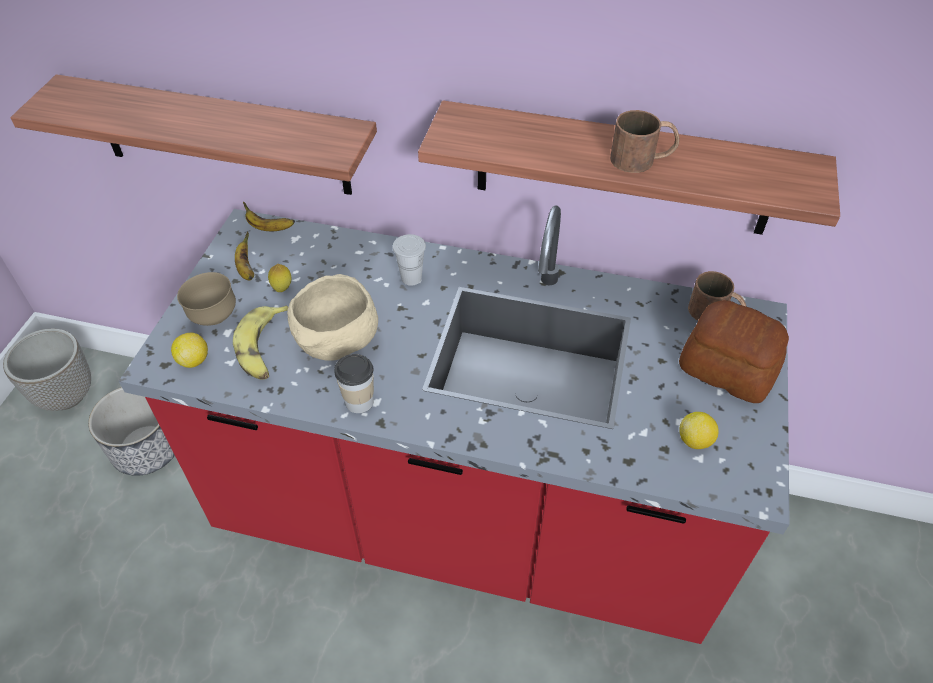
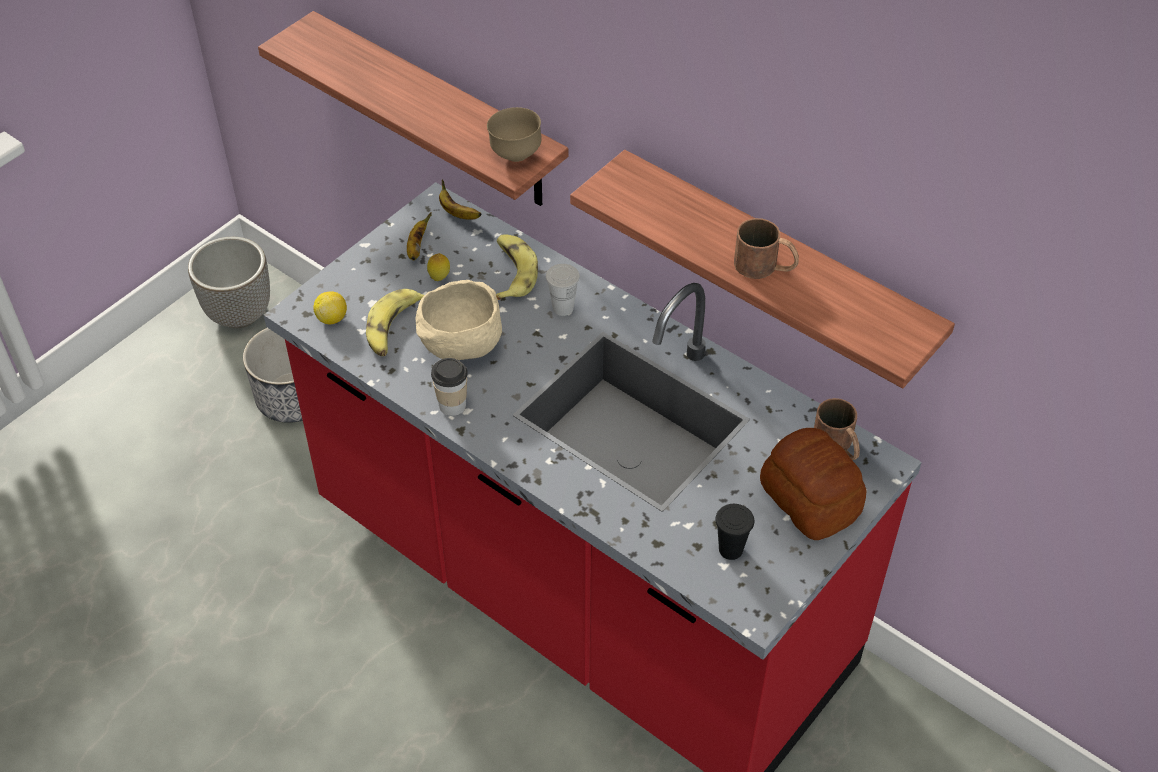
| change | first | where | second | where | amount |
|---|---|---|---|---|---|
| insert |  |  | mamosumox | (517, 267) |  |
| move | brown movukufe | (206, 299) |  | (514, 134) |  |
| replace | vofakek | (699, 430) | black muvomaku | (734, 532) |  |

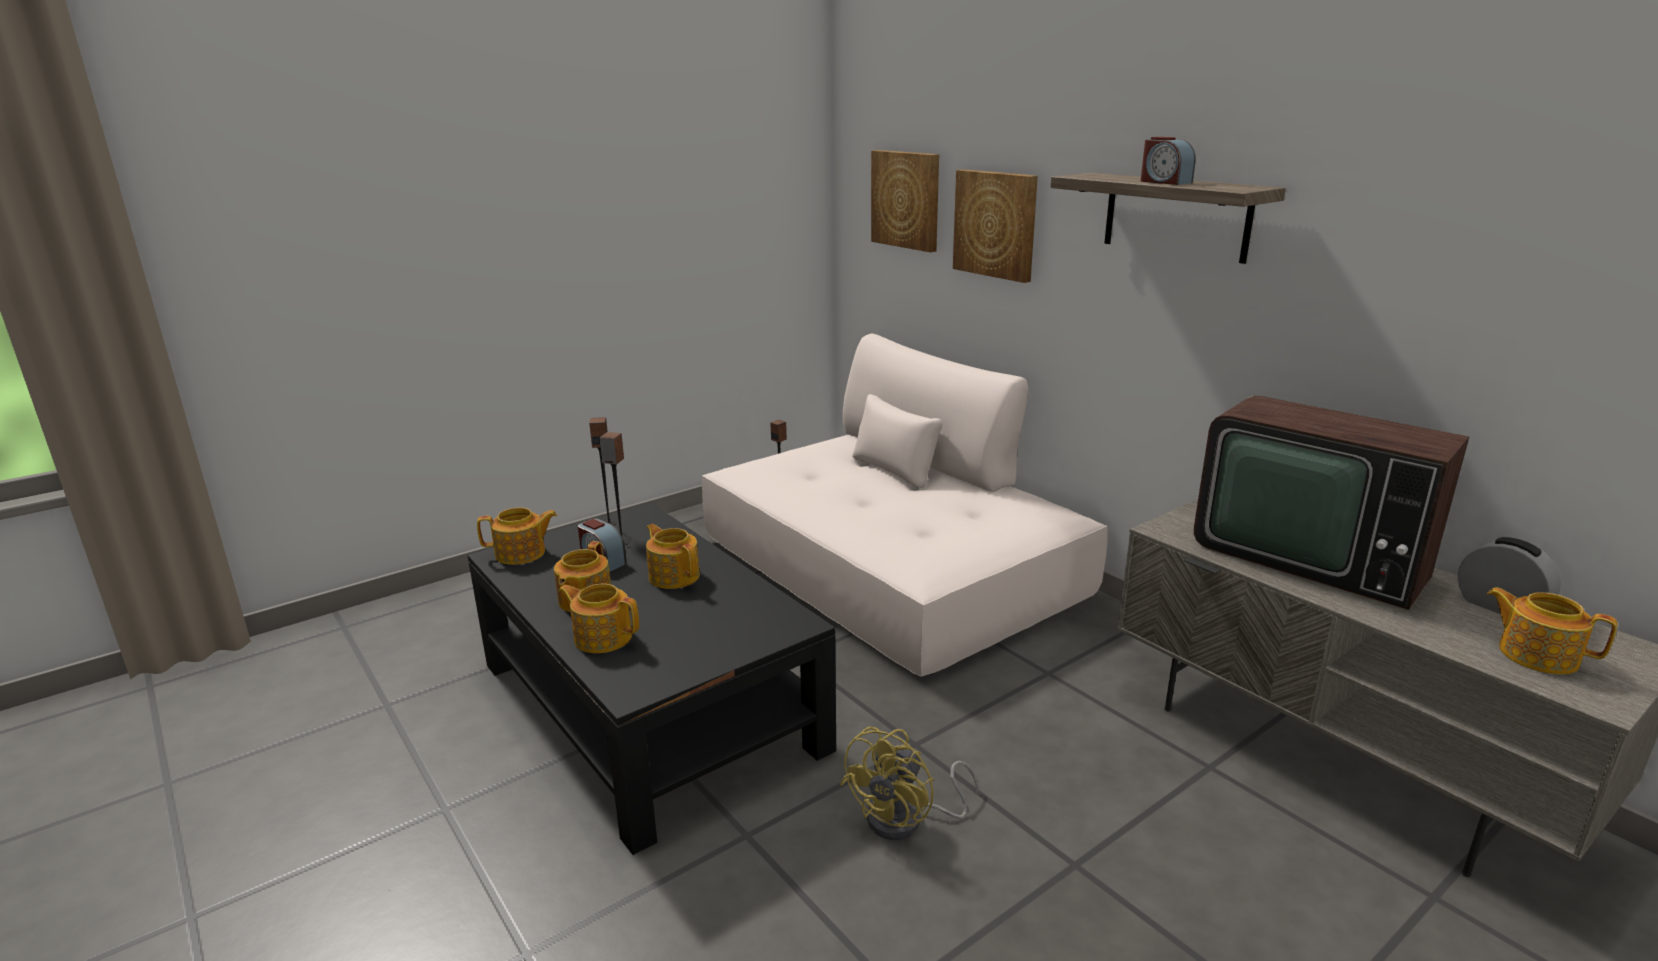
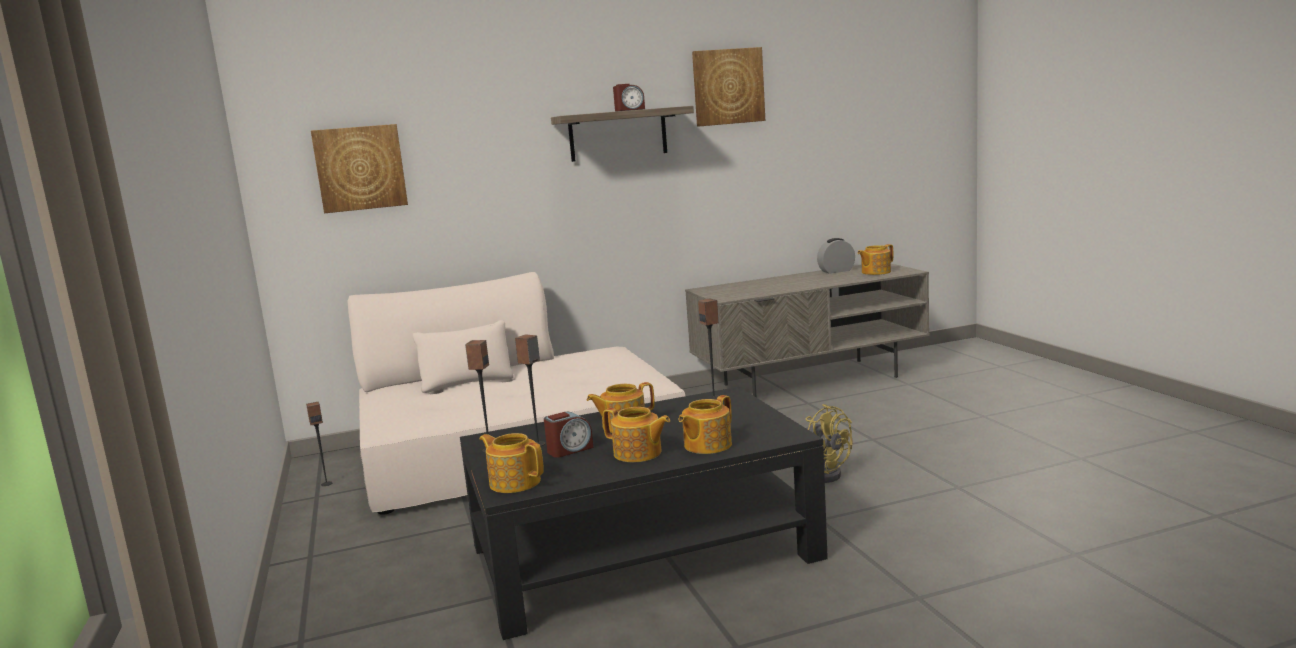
| change | first | where | second | where | amount |
|---|---|---|---|---|---|
| delete | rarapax | (1331, 503) |  |  |  |
| insert |  |  | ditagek | (708, 349) |  |
| move | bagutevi | (995, 226) |  | (728, 87) |  |
| rotate | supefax | (517, 536) |  | (511, 463) | 60 degrees counterclockwise |

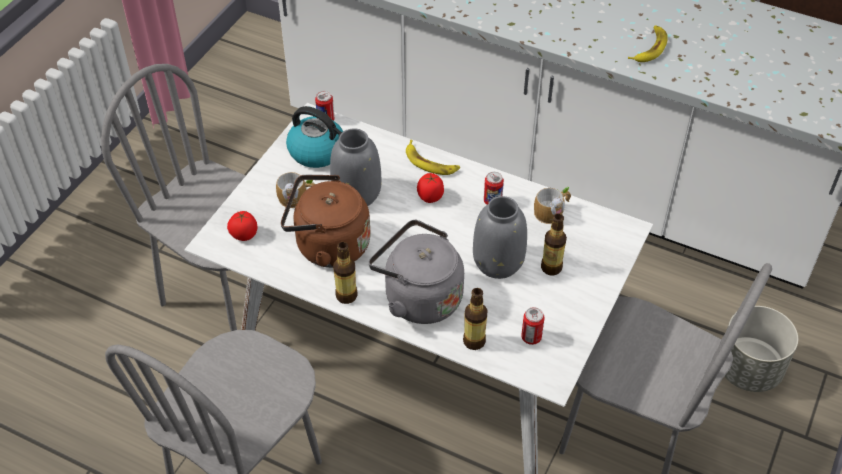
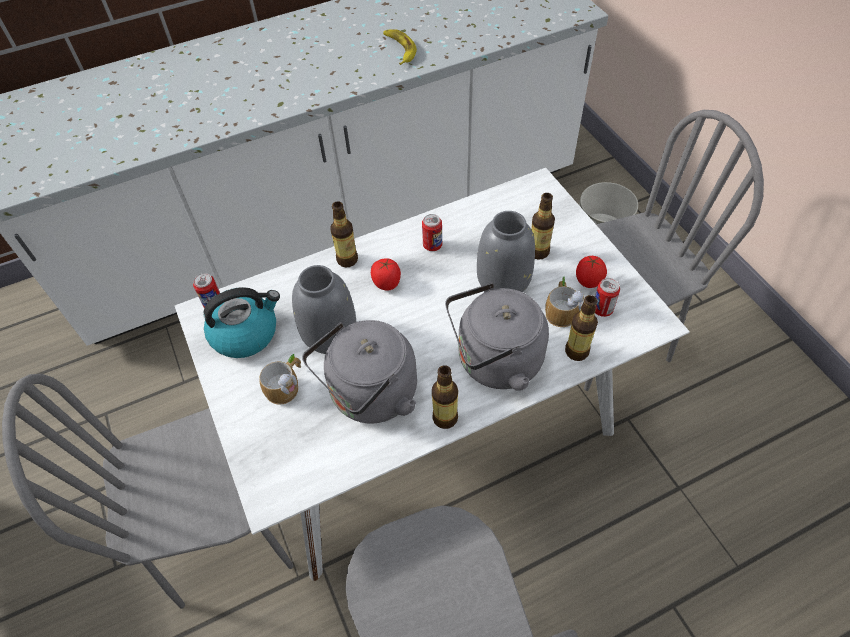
| change | first | where | second | where | amount |
|---|---|---|---|---|---|
| move | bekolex | (242, 226) |  | (591, 272) |  |
| move | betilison | (552, 205) |  | (564, 302) |  |
| replace | mamosumox | (433, 157) | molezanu | (344, 234) |  |
| recolor | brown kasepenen | (326, 221) | grey kasepenen | (359, 372) |  |

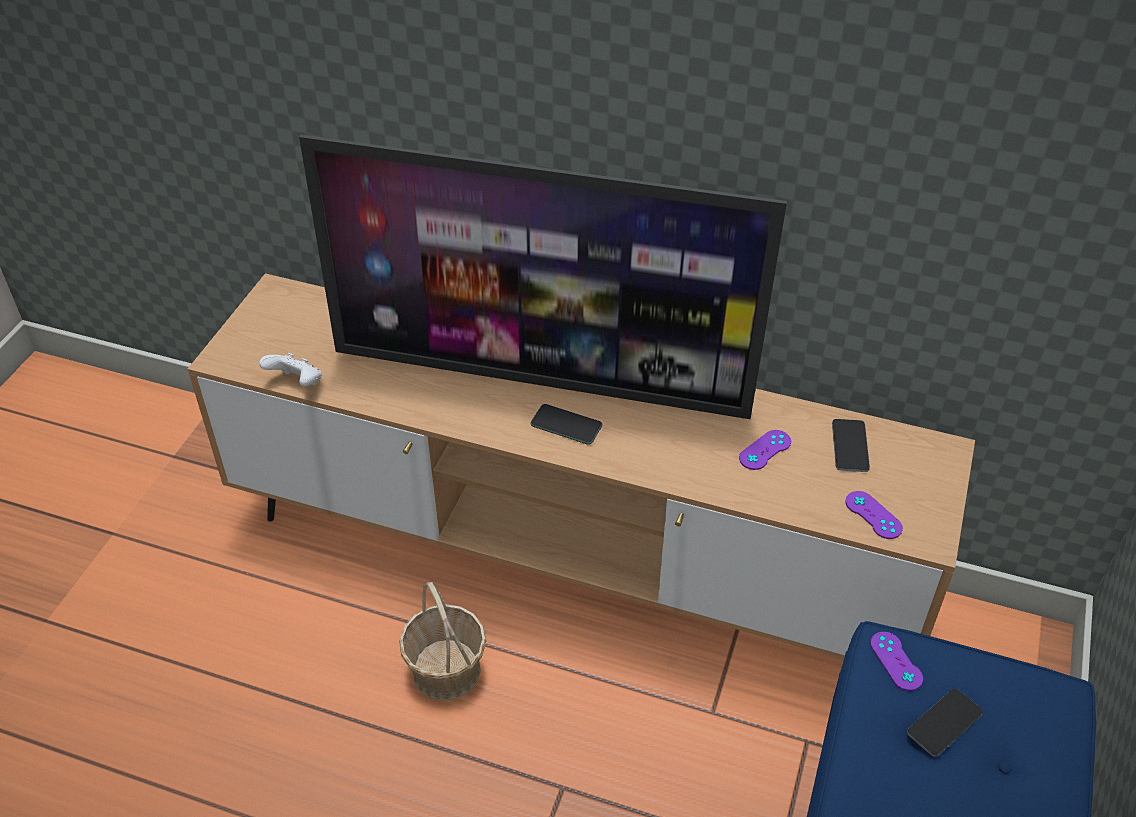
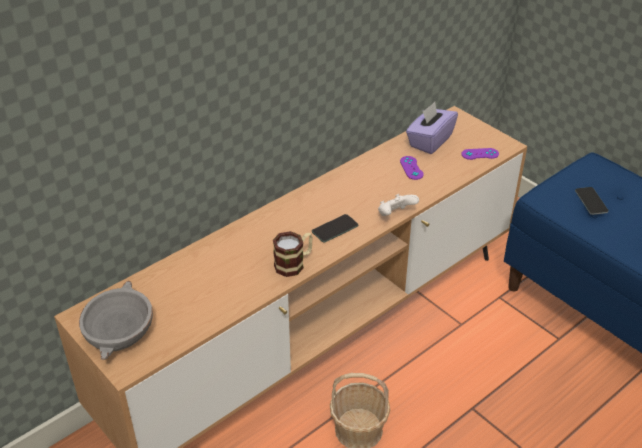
| change | first | where | second | where | amount |
|---|---|---|---|---|---|
| delete | rarapax | (543, 277) |  |  |  |
| delete | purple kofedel | (896, 661) |  |  |  |
| insert |  |  | grey movukufe | (116, 320) |  |
| insert |  |  | betilison | (293, 254) |  |
| move | white kofedel | (290, 369) |  | (398, 205) |  |
| replace | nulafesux | (851, 445) | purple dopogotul | (432, 128) |  |

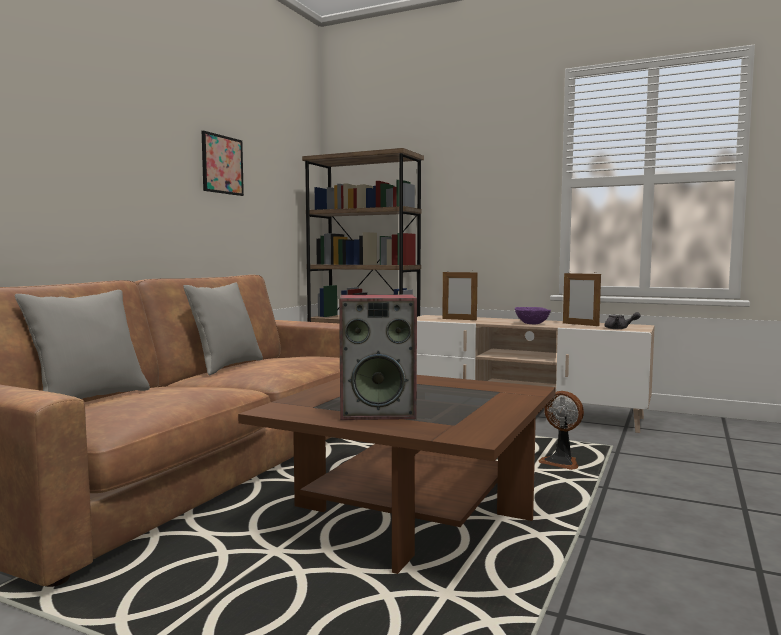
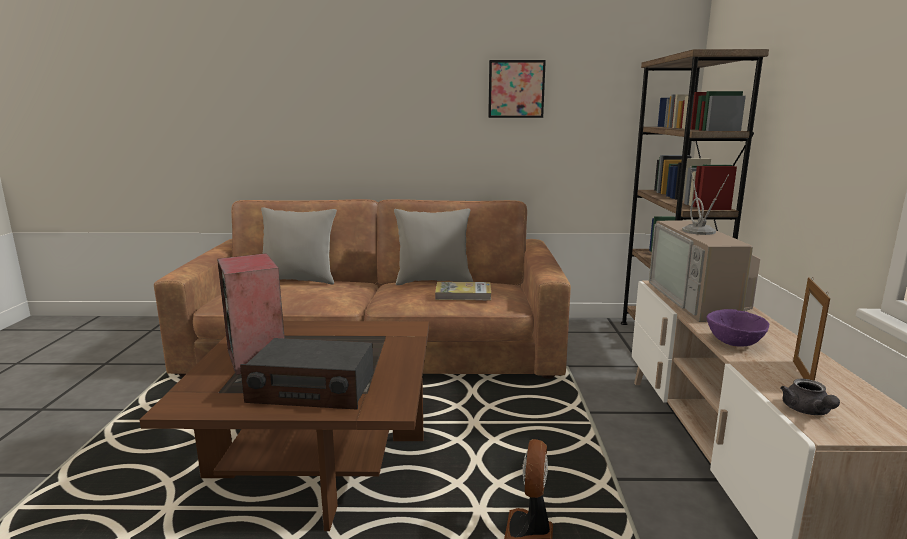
| change | first | where | second | where | amount |
|---|---|---|---|---|---|
| insert |  |  | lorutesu | (307, 374) |  |
| insert |  |  | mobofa | (463, 291) |  |
| replace | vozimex | (460, 295) | rarapax | (704, 244) |  |

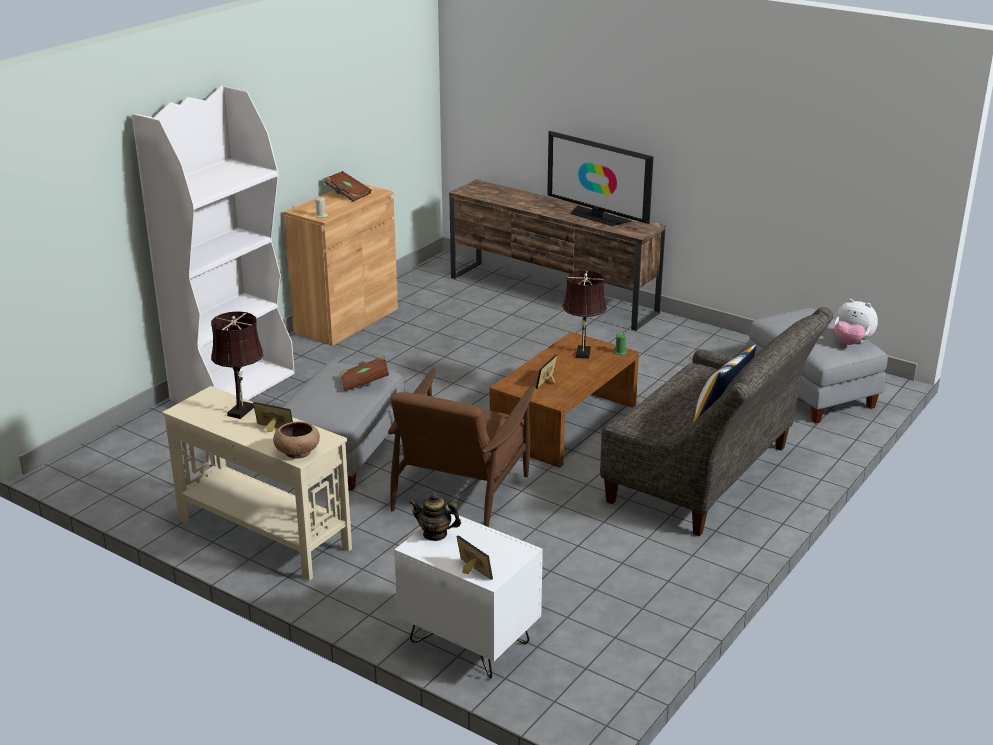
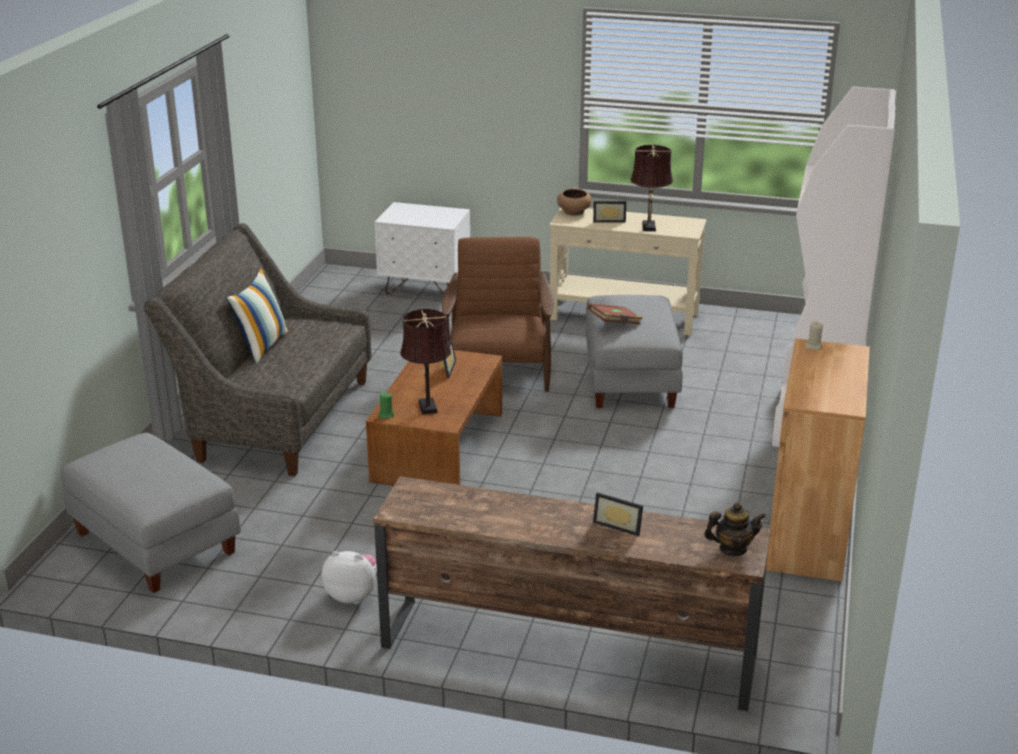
| change | first | where | second | where | amount |
|---|---|---|---|---|---|
| delete | brown mobofa | (348, 186) |  |  |  |
| delete | rarapax | (600, 178) |  |  |  |
| move | supefax | (435, 517) |  | (735, 529) |  |
| move | vozimex | (474, 557) |  | (618, 514) |  |
| move | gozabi | (856, 322) |  | (349, 577) |  |

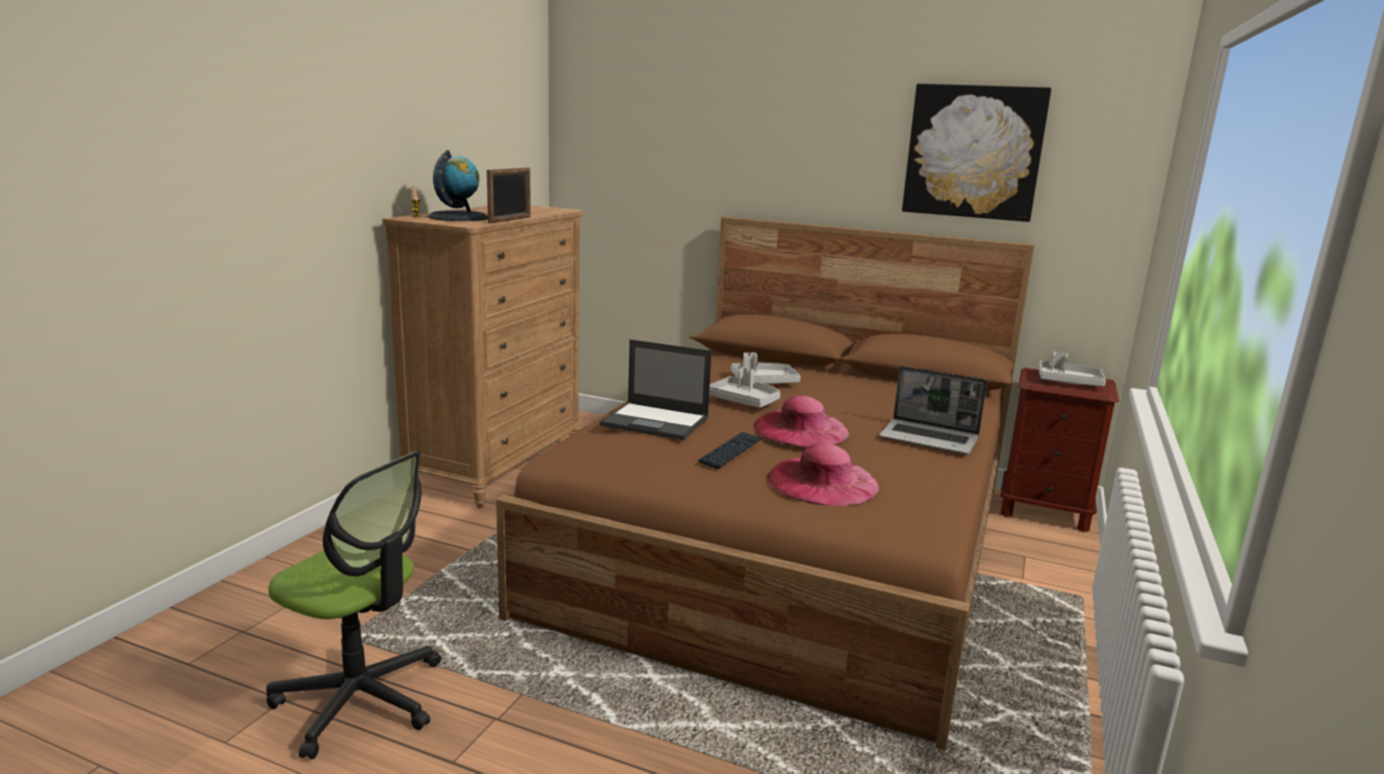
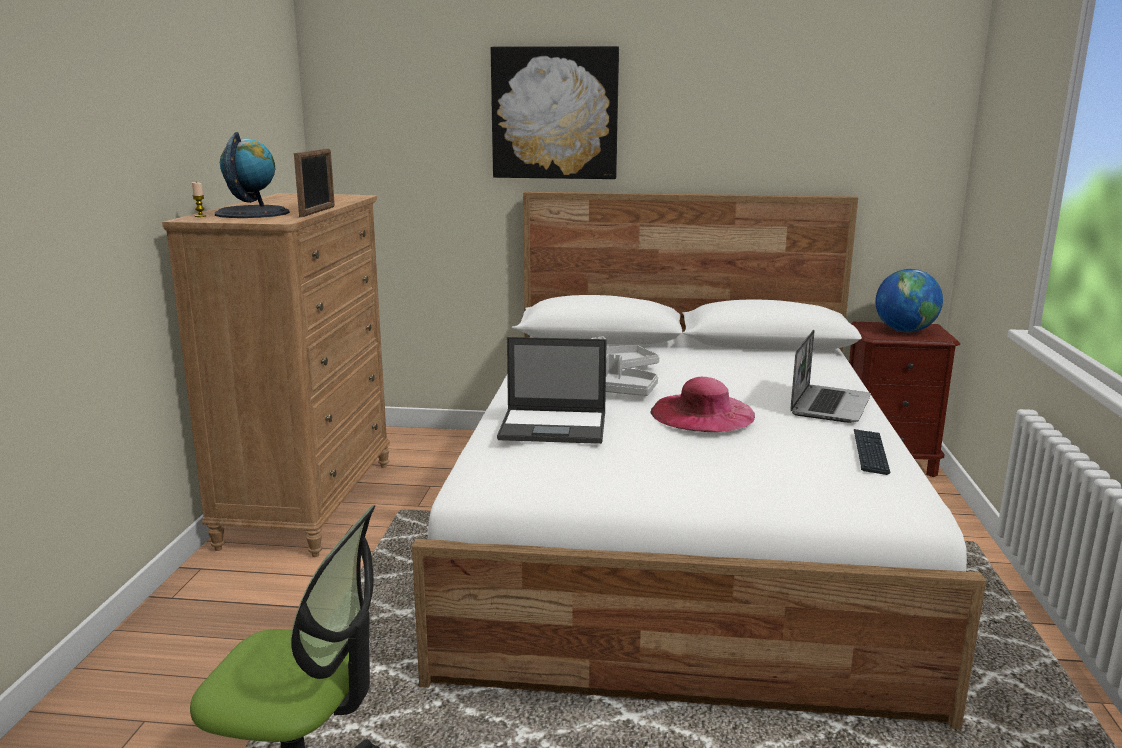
| change | first | where | second | where | amount |
|---|---|---|---|---|---|
| delete | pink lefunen | (823, 474) |  |  |  |
| move | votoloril | (730, 450) |  | (872, 452) |  |
| move | bagutevi | (976, 153) |  | (555, 112) |  |
| replace | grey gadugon | (1072, 369) | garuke | (909, 300) |  |
| recolor | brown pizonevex | (765, 484) | white pizonevex | (699, 460) |  |
| rotate | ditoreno | (933, 410) |  | (831, 376) | 75 degrees counterclockwise |

